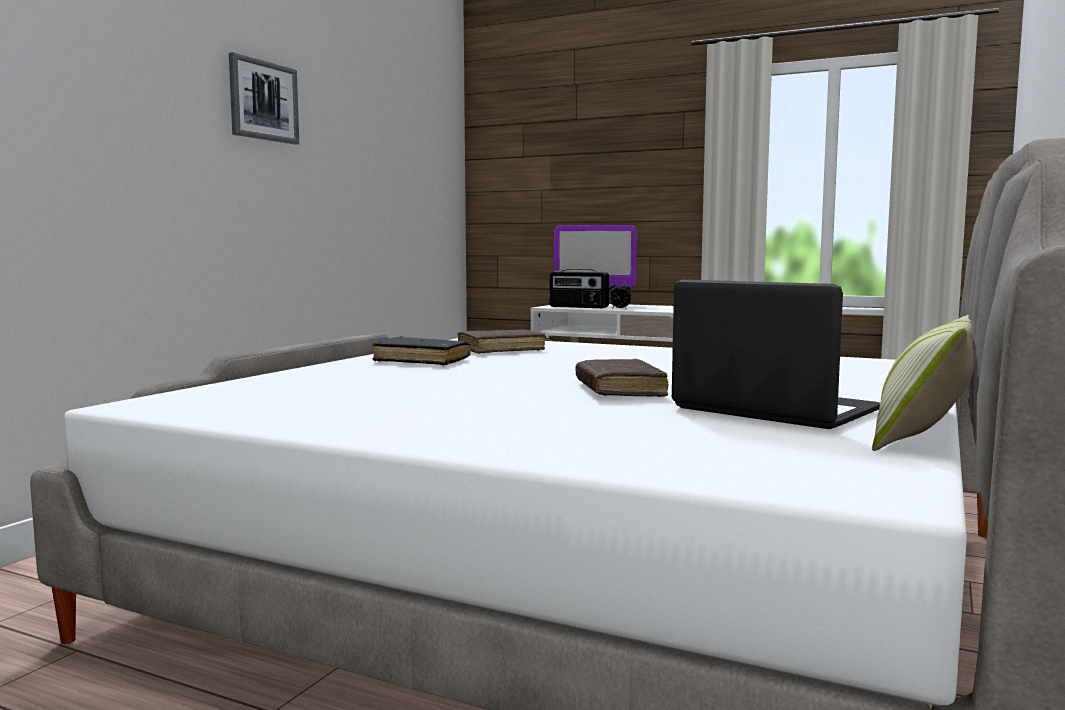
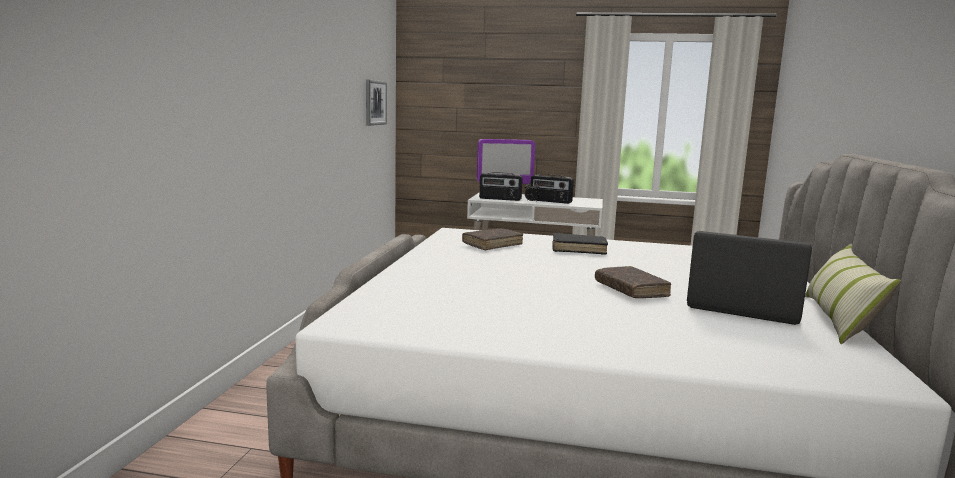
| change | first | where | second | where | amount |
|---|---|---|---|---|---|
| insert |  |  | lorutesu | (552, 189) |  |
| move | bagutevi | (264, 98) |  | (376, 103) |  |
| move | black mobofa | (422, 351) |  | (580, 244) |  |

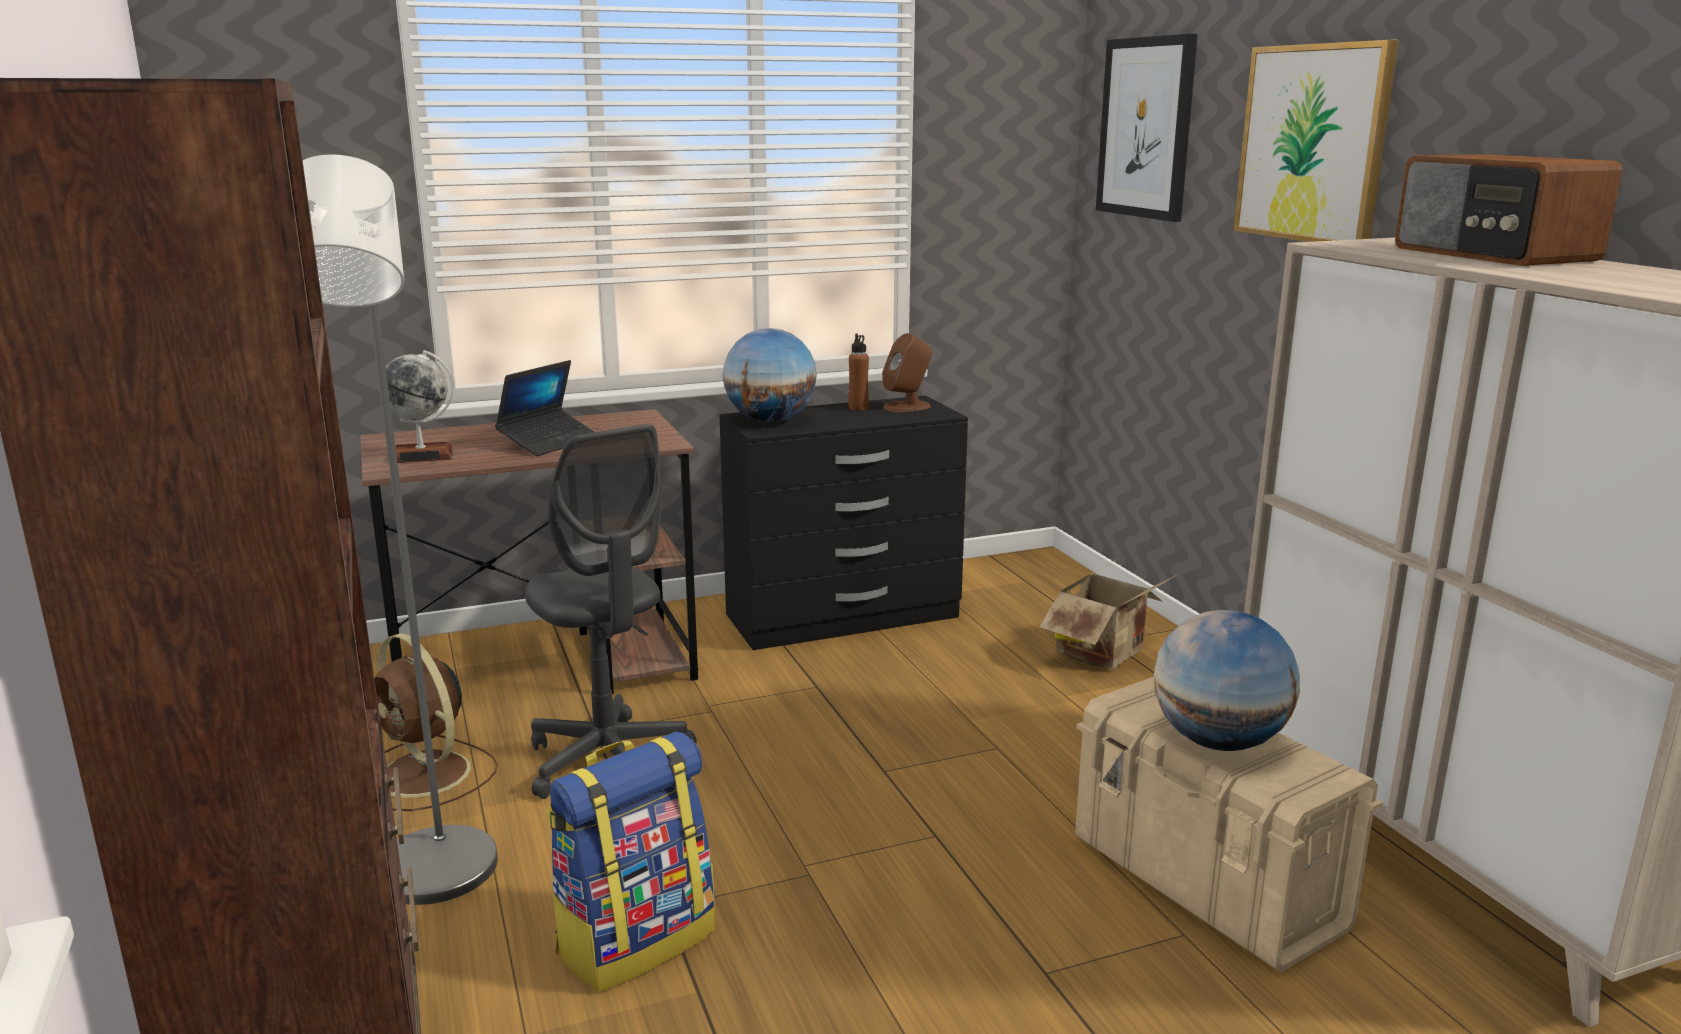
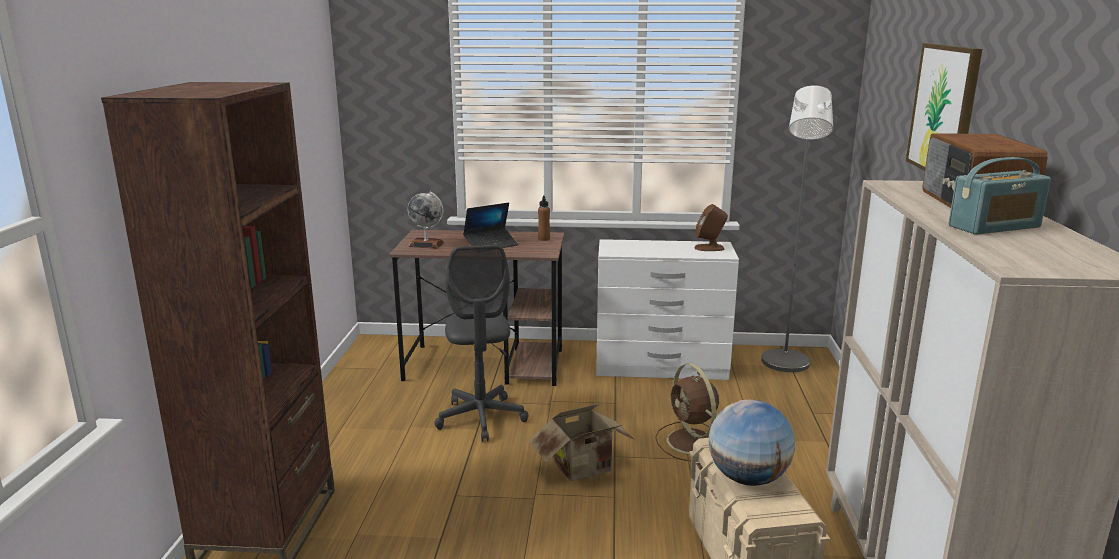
| change | first | where | second | where | amount |
|---|---|---|---|---|---|
| delete | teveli | (630, 862) |  |  |  |
| delete | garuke | (770, 375) |  |  |  |
| delete | bagutevi | (1147, 128) |  |  |  |
| insert |  |  | lorutesu | (999, 196) |  |
| move | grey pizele | (400, 529) |  | (797, 228) |  |
| move | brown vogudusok | (436, 722) |  | (687, 412) |  |
| move | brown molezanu | (858, 372) |  | (544, 218) |  |
| move | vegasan | (1109, 614) |  | (582, 442) |  |
| recolor | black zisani | (843, 522) | white zisani | (667, 309) |  |

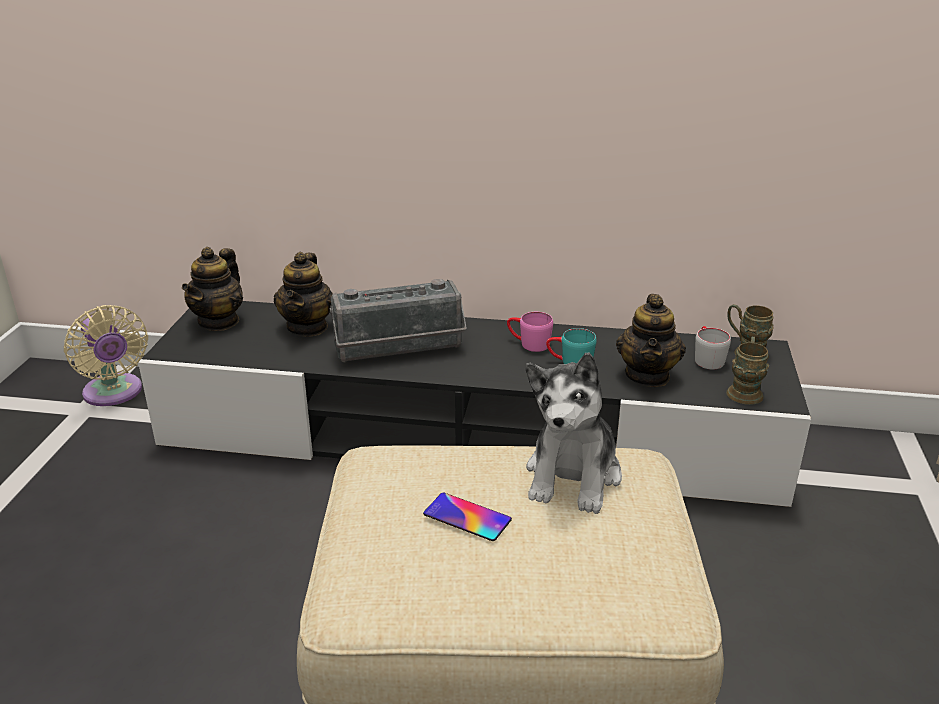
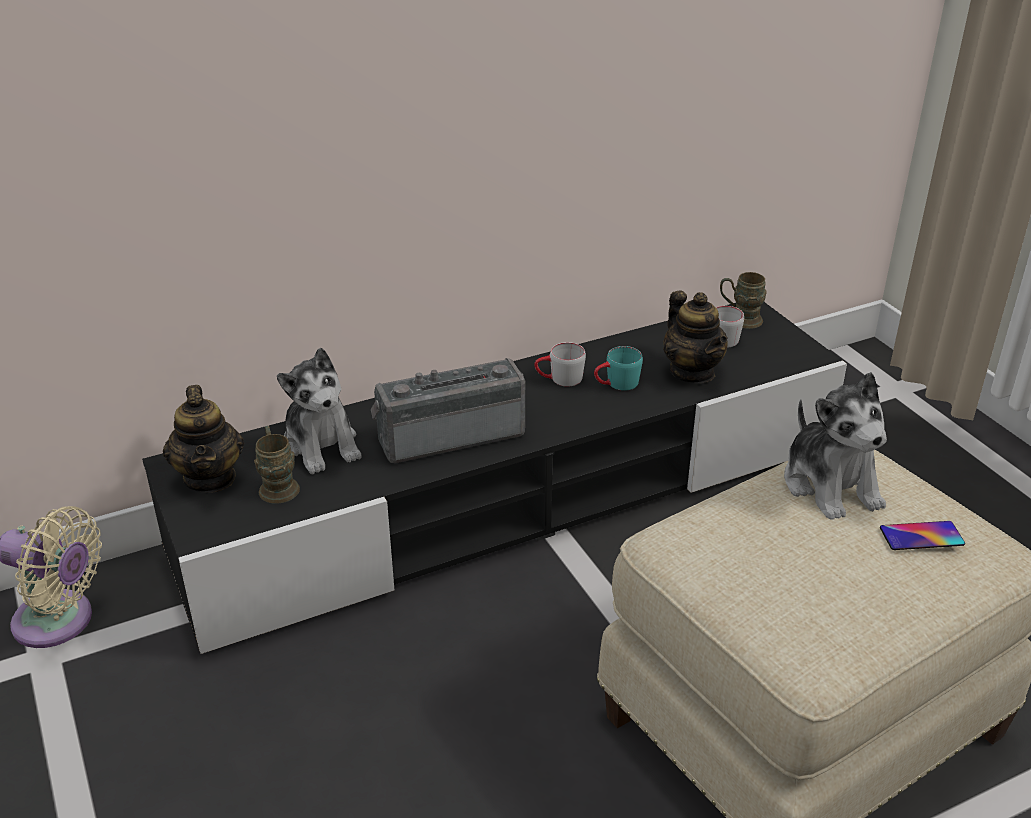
| change | first | where | second | where | amount |
|---|---|---|---|---|---|
| move | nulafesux | (467, 516) |  | (922, 535) |  |
| move | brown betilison | (747, 371) |  | (277, 465) |  |
| replace | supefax | (303, 294) | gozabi | (319, 411) |  |
| recolor | pink betilison | (530, 332) | grey betilison | (560, 364) |  |
| rotate | lorutesu | (398, 321) |  | (448, 410) | 150 degrees counterclockwise |

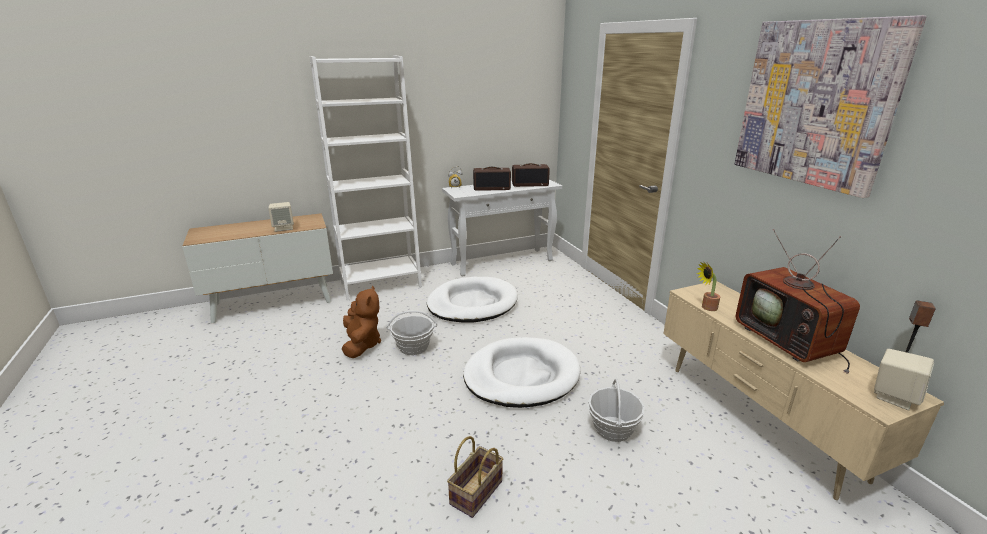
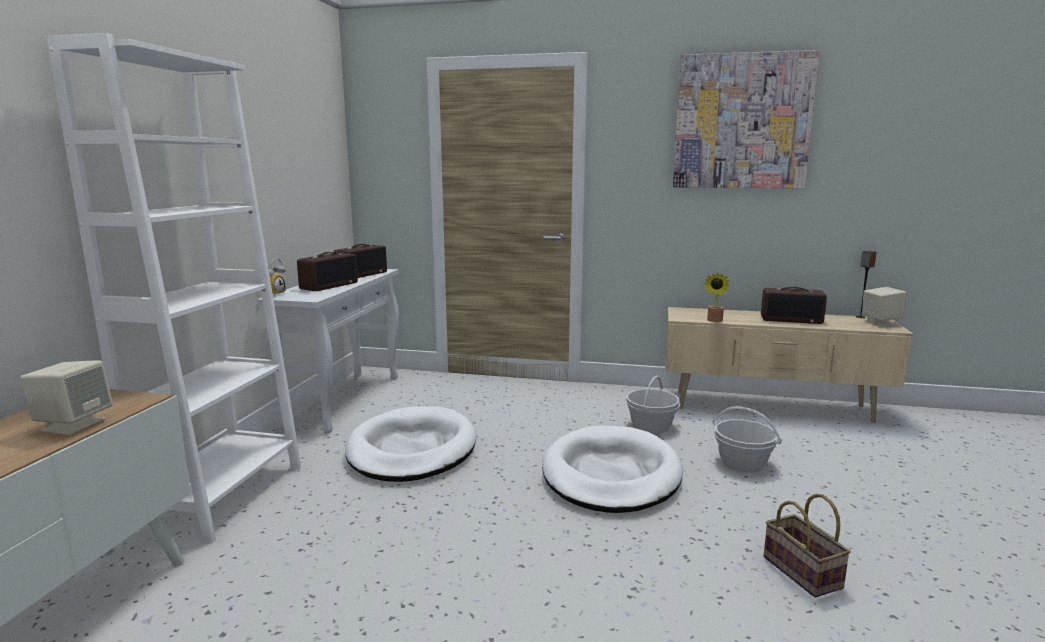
| change | first | where | second | where | amount |
|---|---|---|---|---|---|
| delete | brown gozabi | (361, 322) |  |  |  |
| move | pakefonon | (411, 333) |  | (653, 405) |  |
| replace | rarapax | (798, 301) | lorutesu | (794, 305) |  |

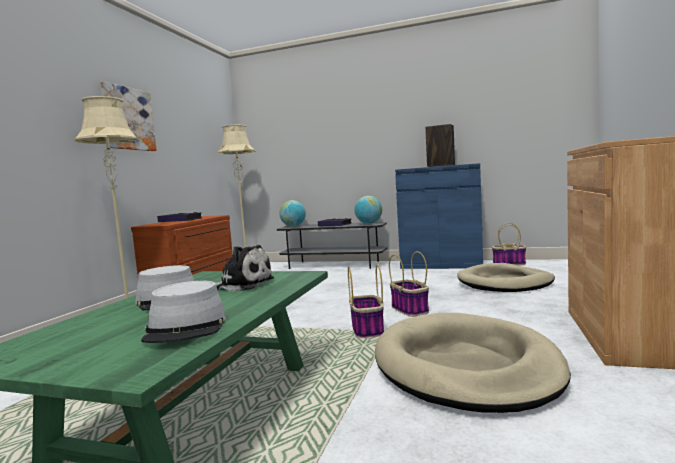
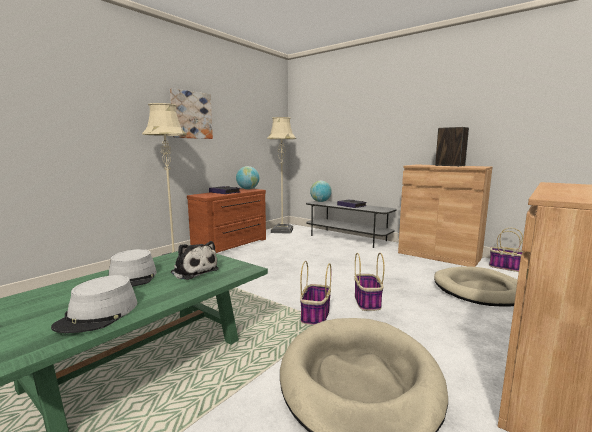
| change | first | where | second | where | amount |
|---|---|---|---|---|---|
| move | garuke | (368, 210) |  | (248, 178) |  |
| recolor | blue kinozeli | (439, 216) | brown kinozeli | (445, 215) |  |

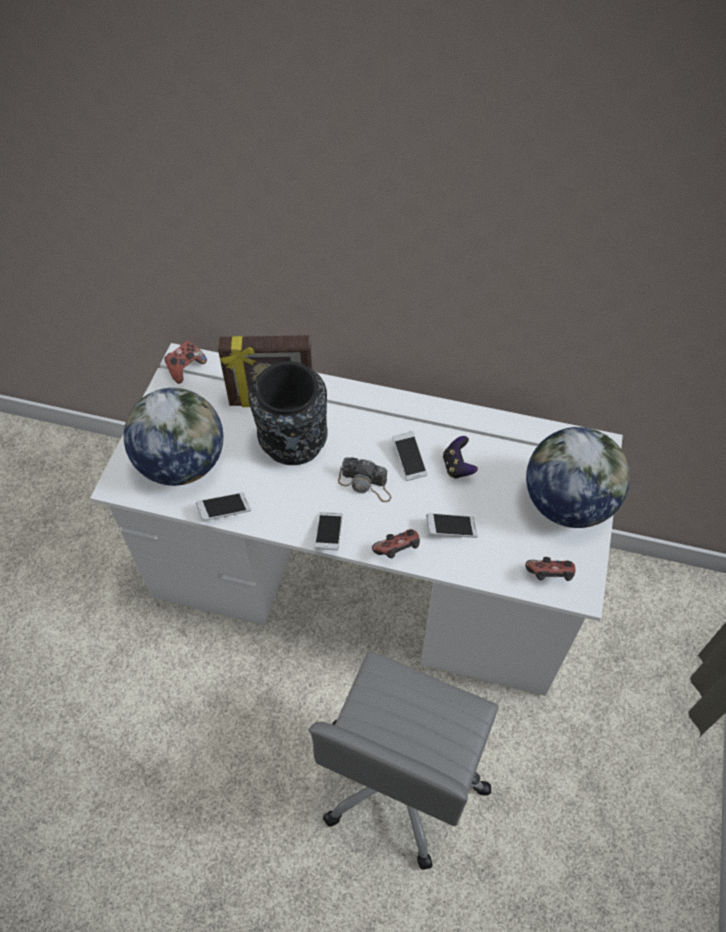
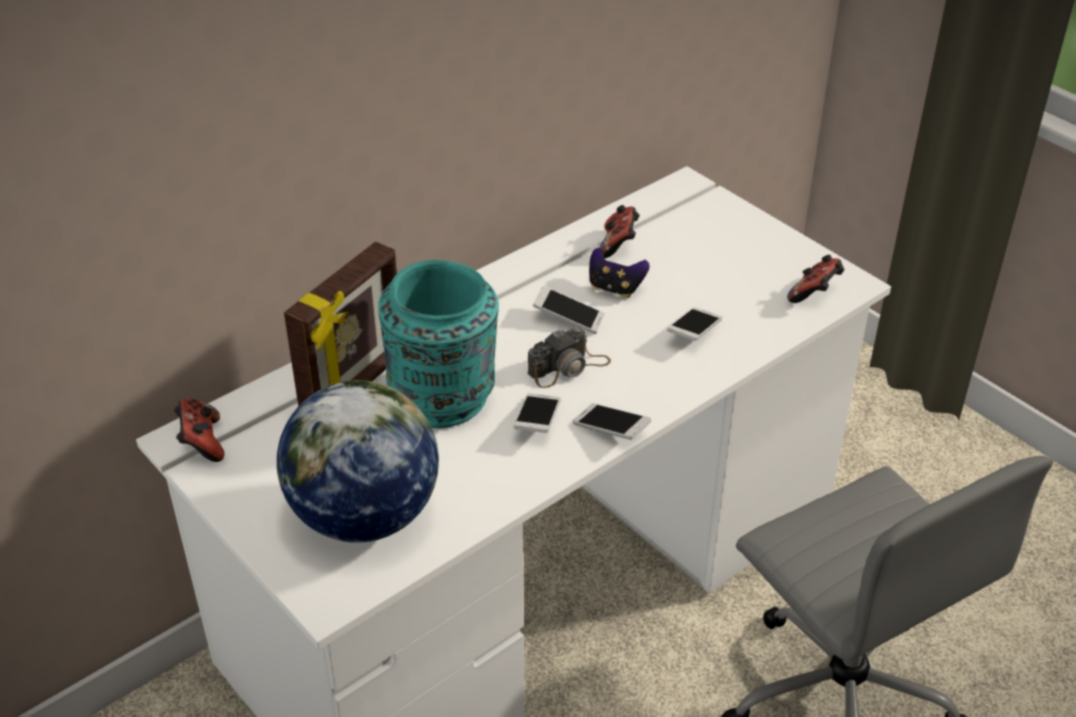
| change | first | where | second | where | amount |
|---|---|---|---|---|---|
| delete | garuke | (578, 477) |  |  |  |
| move | nulafesux | (223, 506) |  | (537, 413) |  |
| move | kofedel | (396, 543) |  | (619, 231) |  |
| recolor | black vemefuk | (288, 413) | turquoise vemefuk | (438, 344) |  |

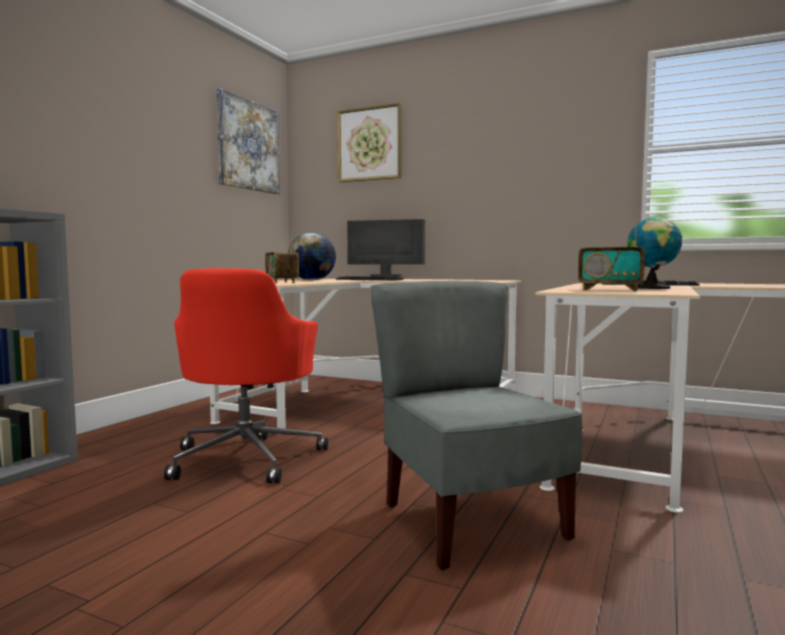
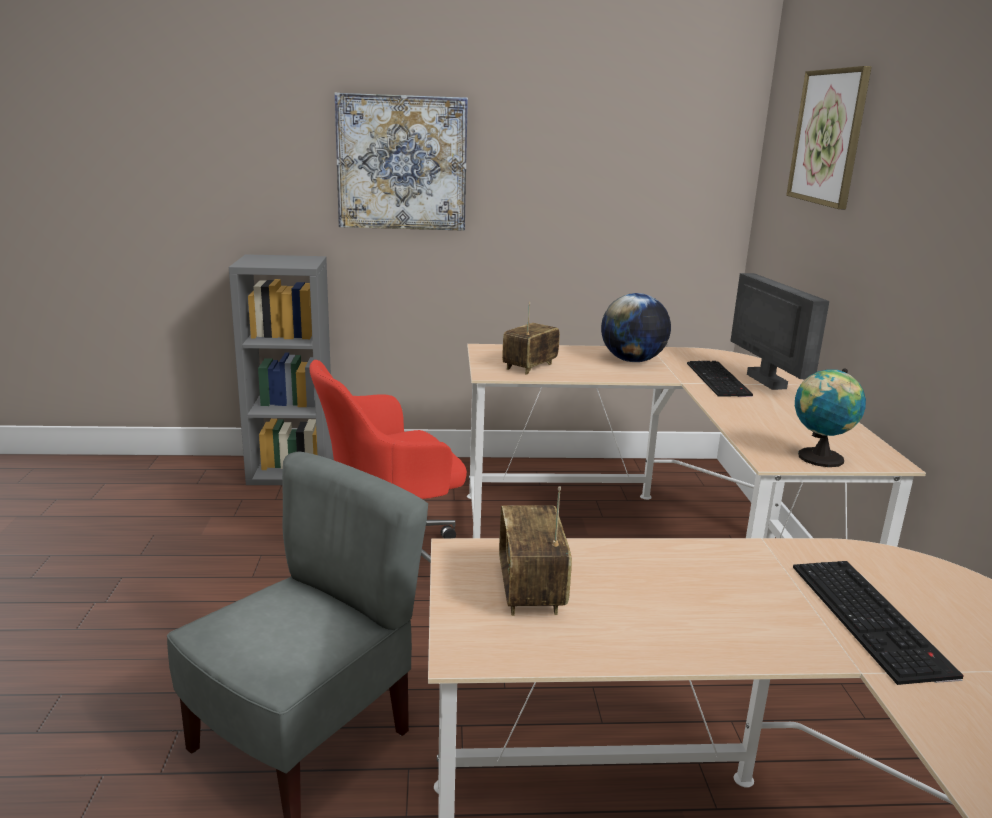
| change | first | where | second | where | amount |
|---|---|---|---|---|---|
| move | bagutevi | (248, 141) |  | (401, 161) |  |
| move | garuke | (655, 253) |  | (830, 417) |  |

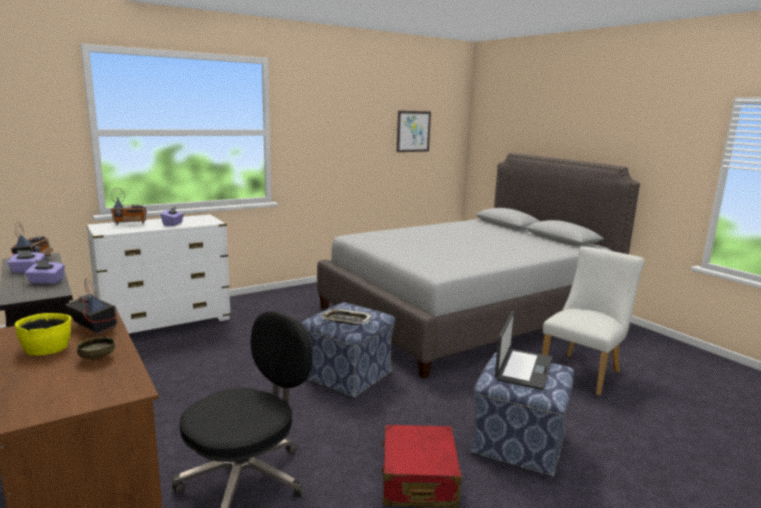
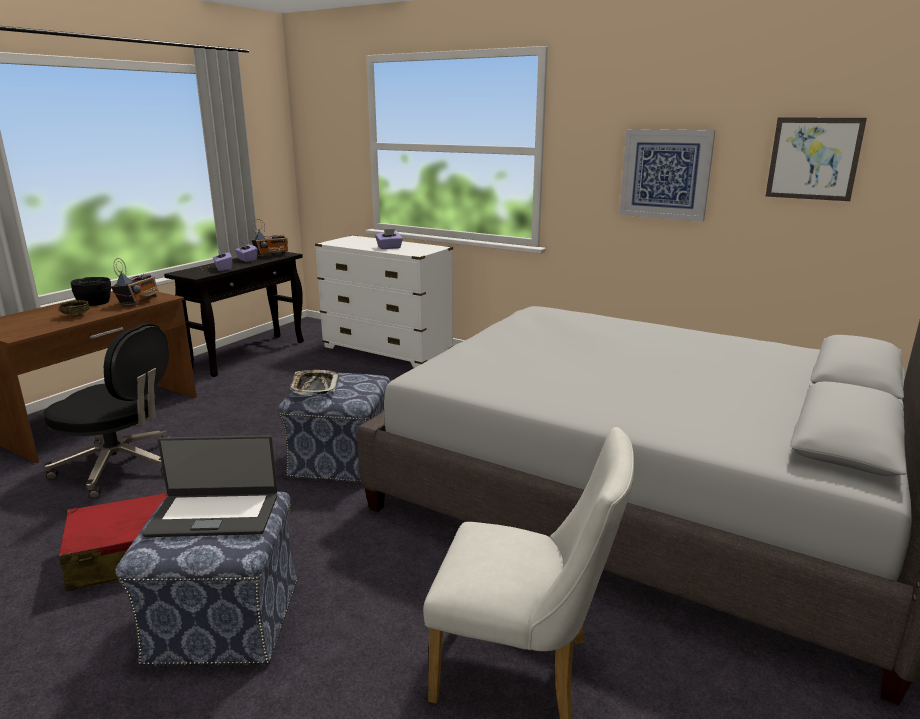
| change | first | where | second | where | amount |
|---|---|---|---|---|---|
| delete | lorutesu | (129, 206) |  |  |  |
| insert |  |  | bagutevi | (667, 175) |  |
| recolor | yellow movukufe | (43, 334) | black movukufe | (91, 291) |  |

